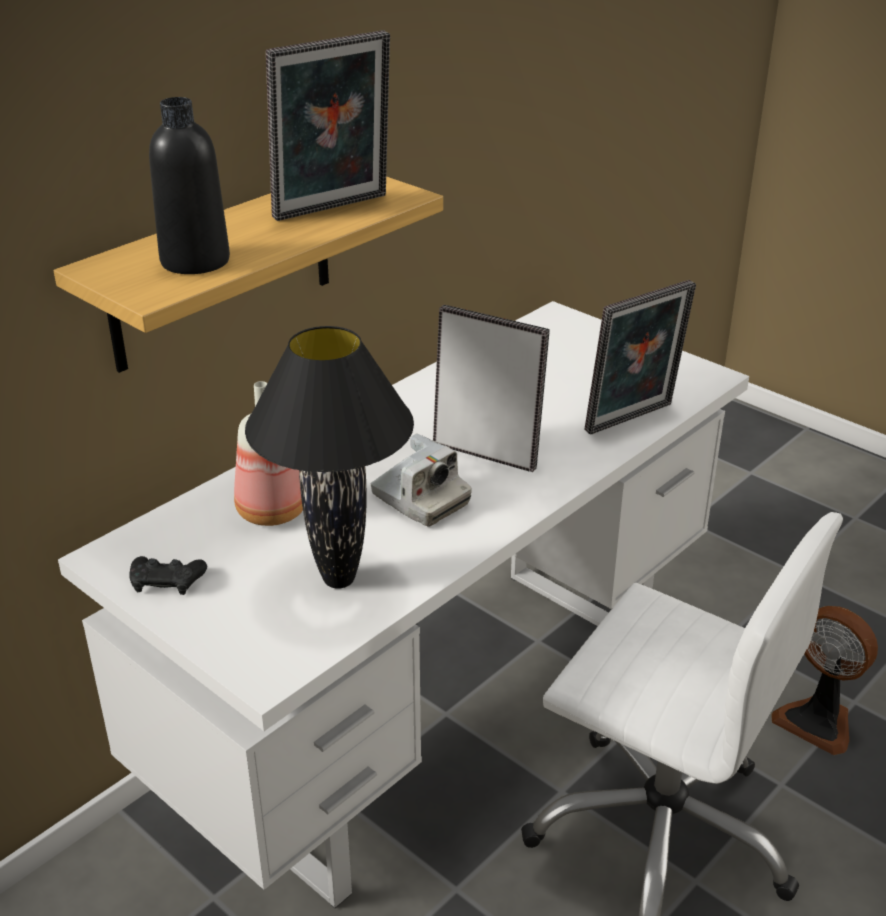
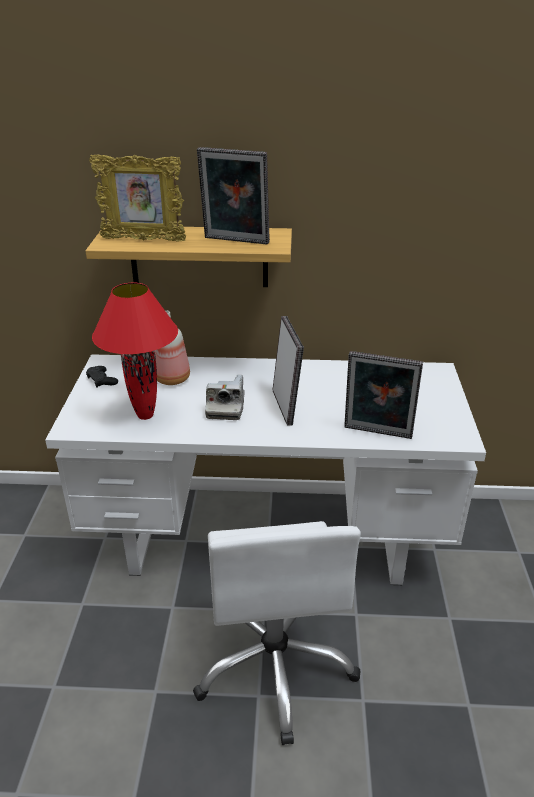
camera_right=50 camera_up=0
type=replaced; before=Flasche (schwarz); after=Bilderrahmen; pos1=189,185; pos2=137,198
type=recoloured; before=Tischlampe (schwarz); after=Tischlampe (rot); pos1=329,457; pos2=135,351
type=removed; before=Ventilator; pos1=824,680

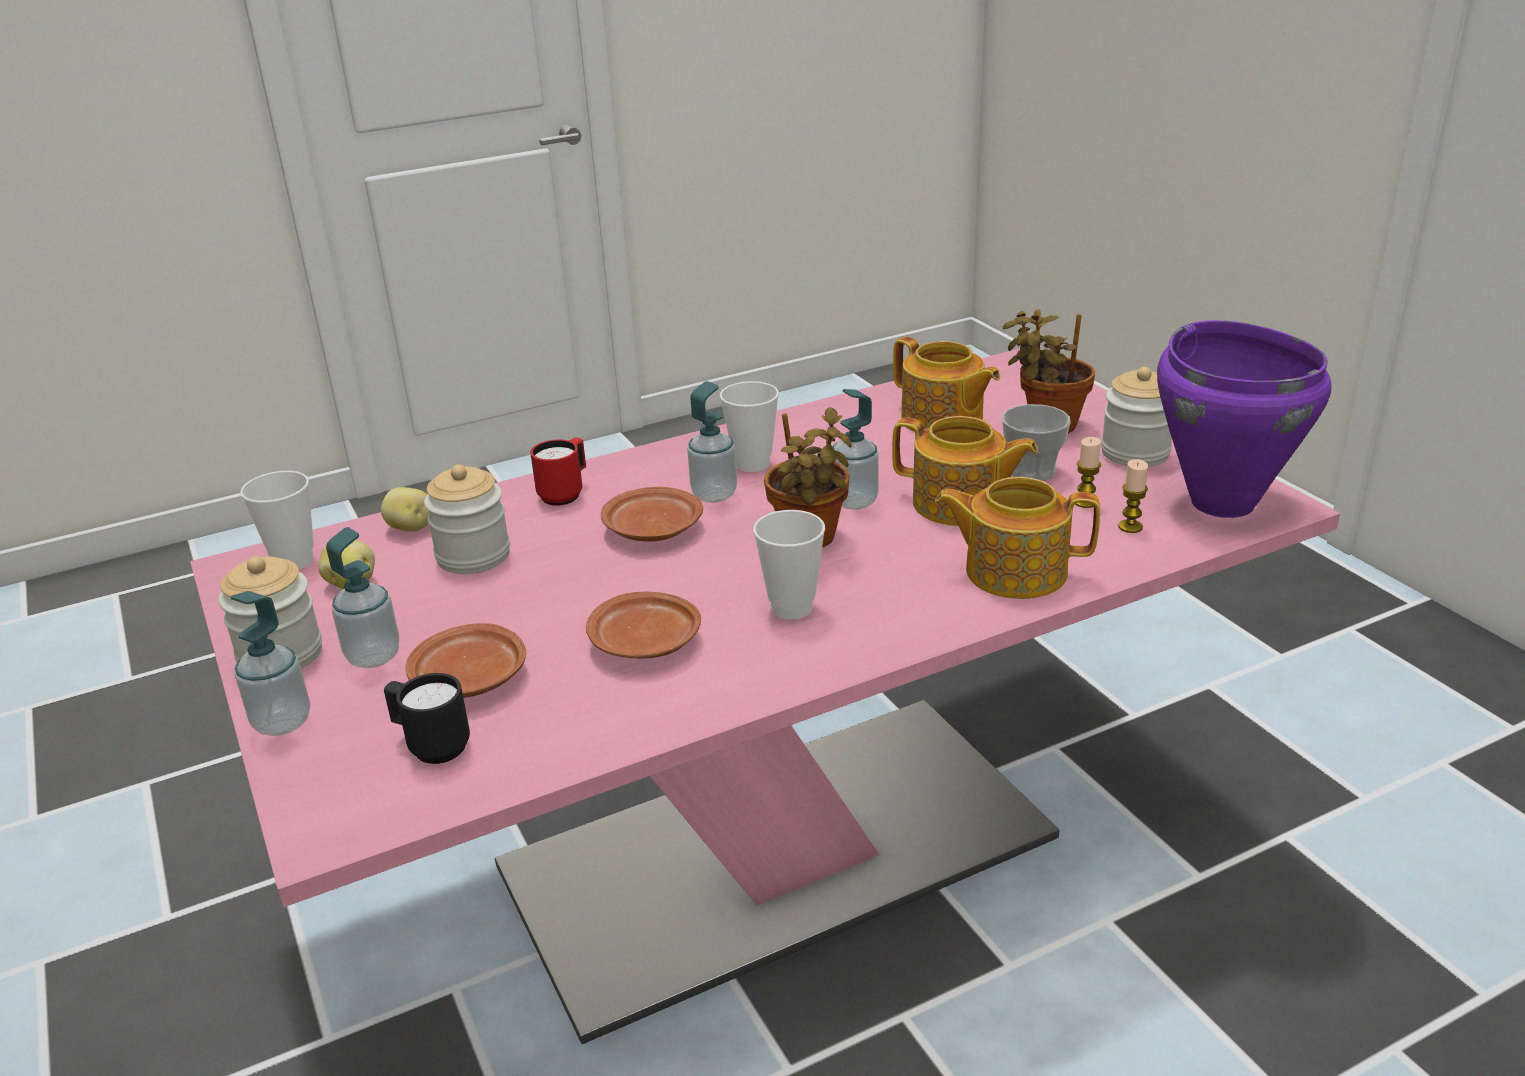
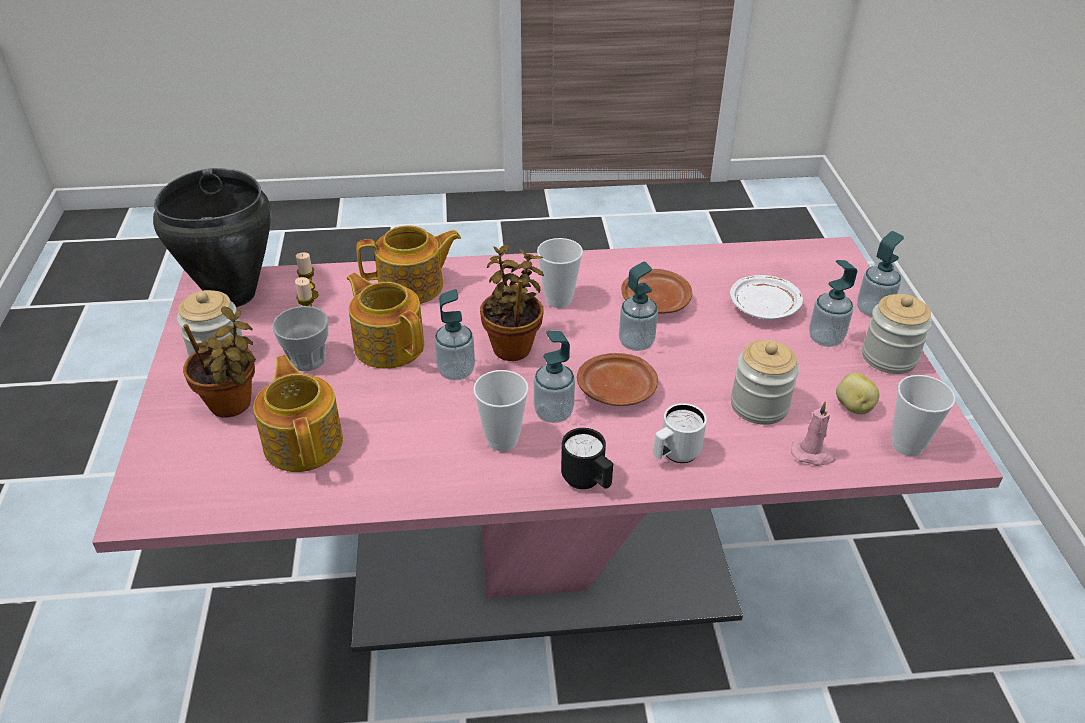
camera_right=-160 camera_up=10
type=replaced; before=Kartoffel; after=Kerze (rosa); pos1=405,509; pos2=813,433
type=moved; before=Henkelbecher (schwarz); pos1=427,718; pos2=587,458
type=recoloured; before=Teller (braun); after=Teller (weiß); pos1=465,660; pos2=766,297
type=recoloured; before=Henkelbecher (rot); after=Henkelbecher (weiß); pos1=558,471; pos2=680,433
type=turned; before=Teekanne; pos1=1017,538; pos2=408,264; turn=-45
type=recoloured; before=Kochtopf (lila); after=Kochtopf (schwarz); pos1=1244,419; pos2=212,237
type=added; after=Seifenspender; pos2=638,306

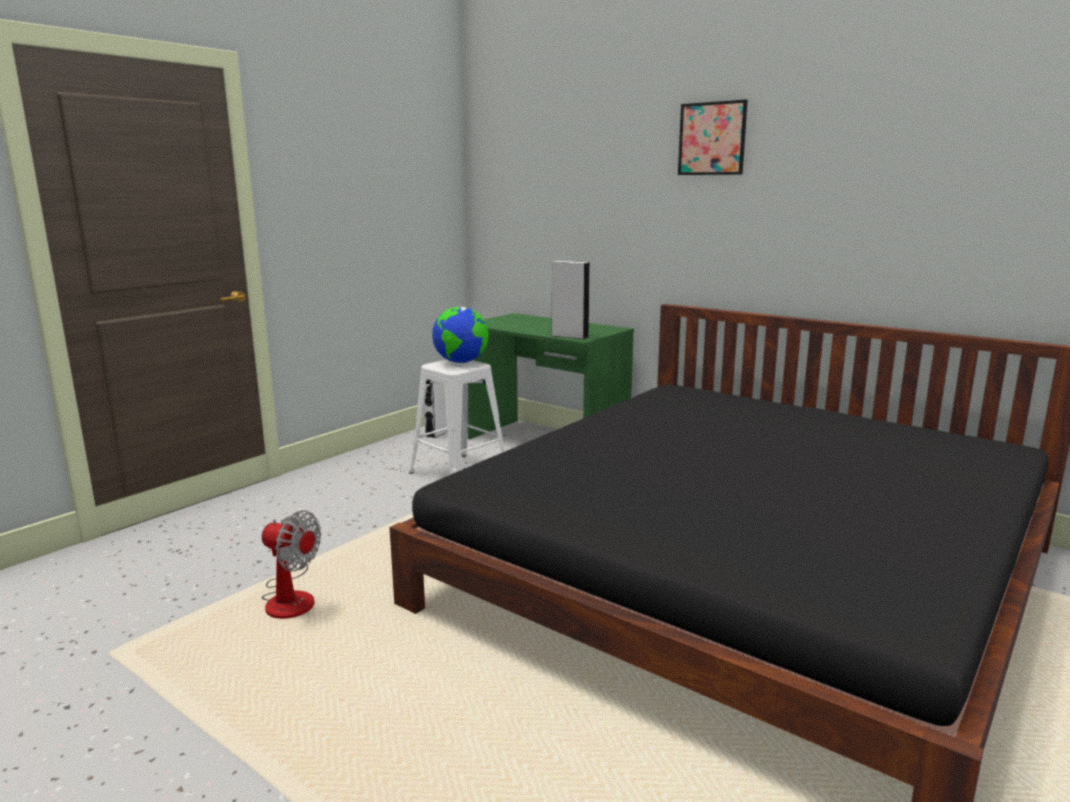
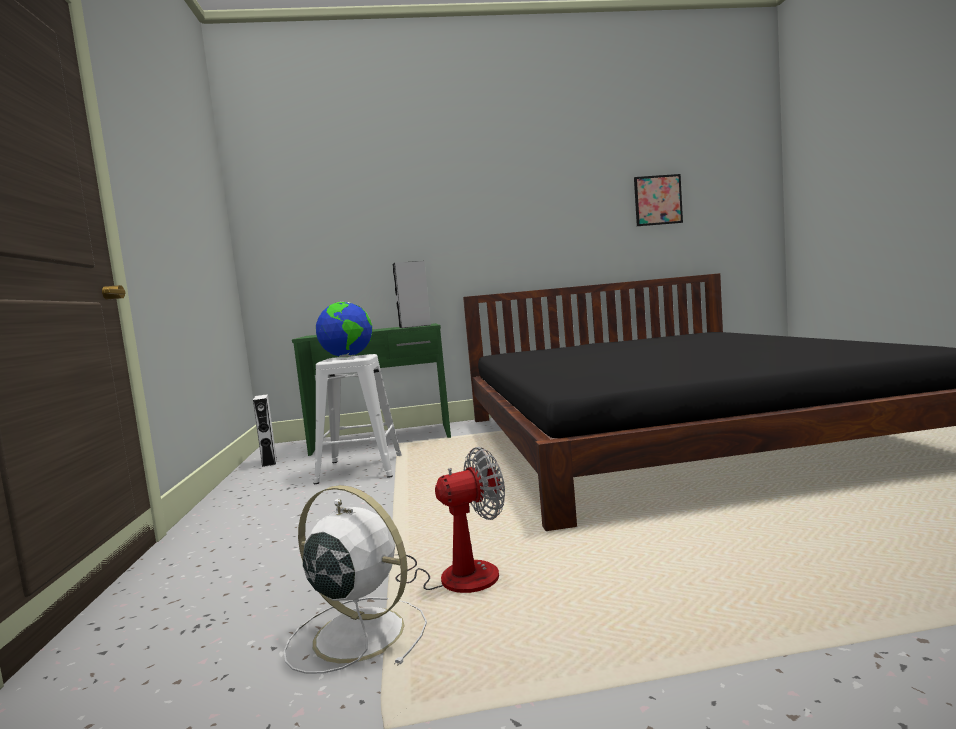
camera_right=-45 camera_up=-10
type=moved; before=Bild; pos1=713,137; pos2=658,200
type=added; after=Ventilator (weiß); pos2=355,579

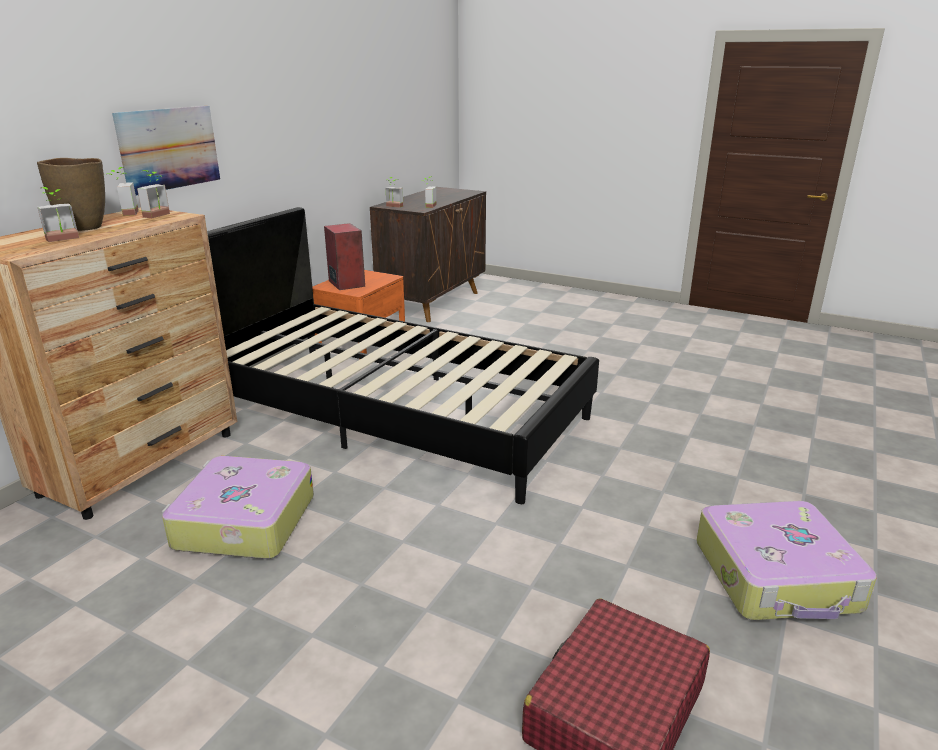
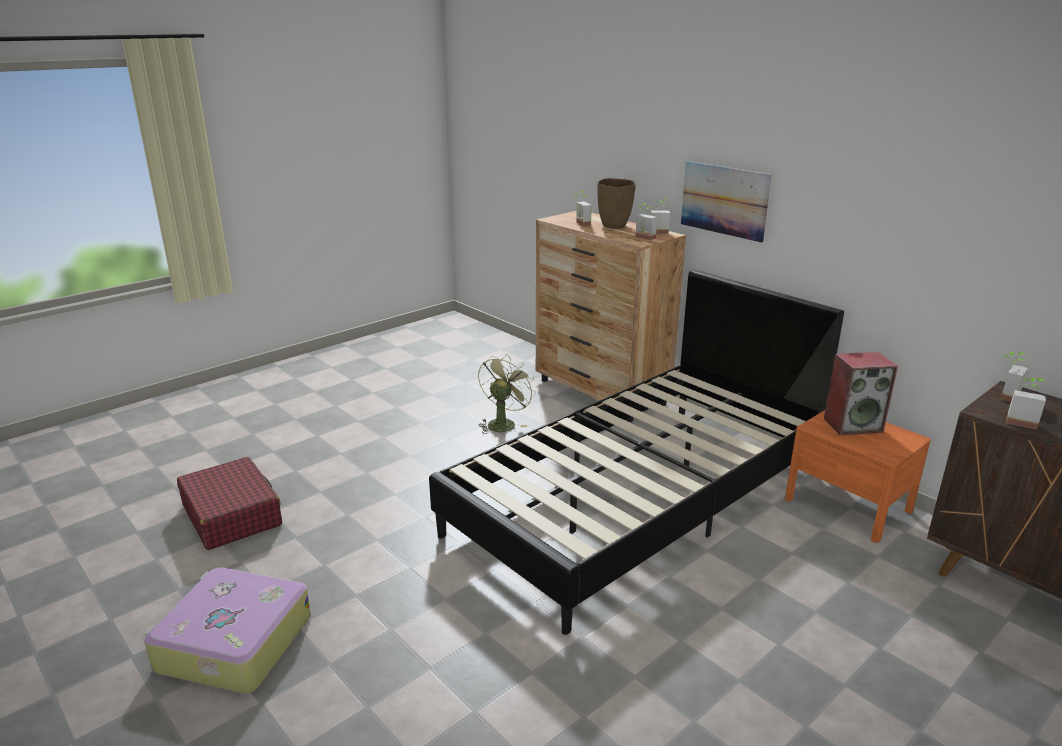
camera_right=110 camera_up=0
type=replaced; before=Koffer; after=Ventilator (grün); pos1=238,507; pos2=507,394

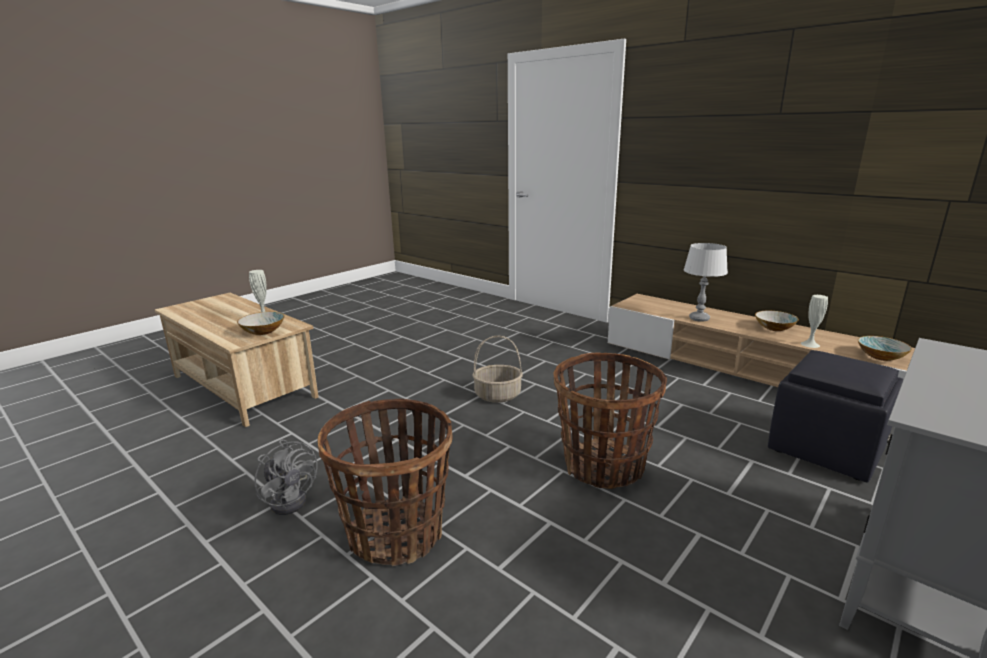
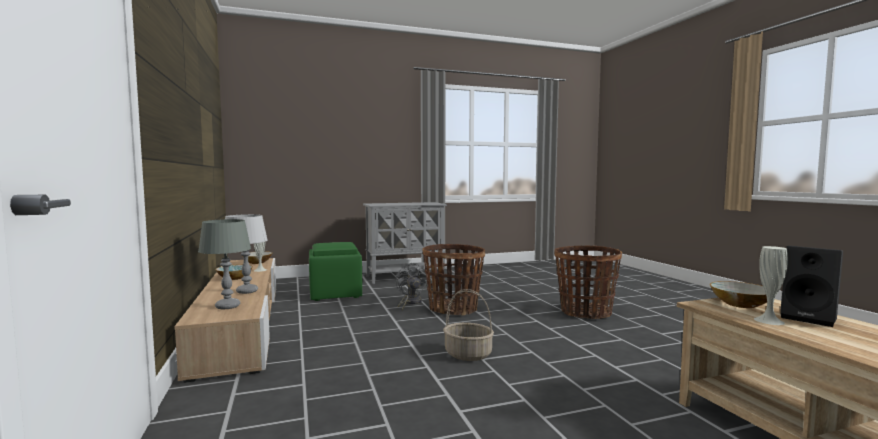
camera_right=-150 camera_up=-15
type=moved; before=Ventilator (grau); pos1=286,477; pos2=411,287
type=recoloured; before=Polsterhocker (schwarz); after=Polsterhocker (grün); pos1=835,416; pos2=335,271
type=added; after=Tischlampe (grau); pos2=224,264
type=added; after=Lautsprecher (schwarz); pos2=811,286

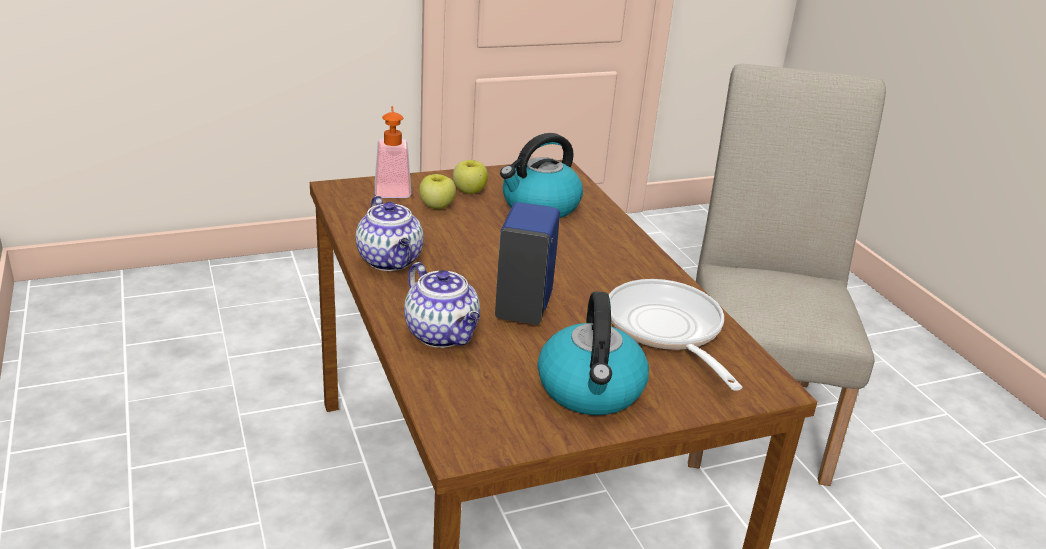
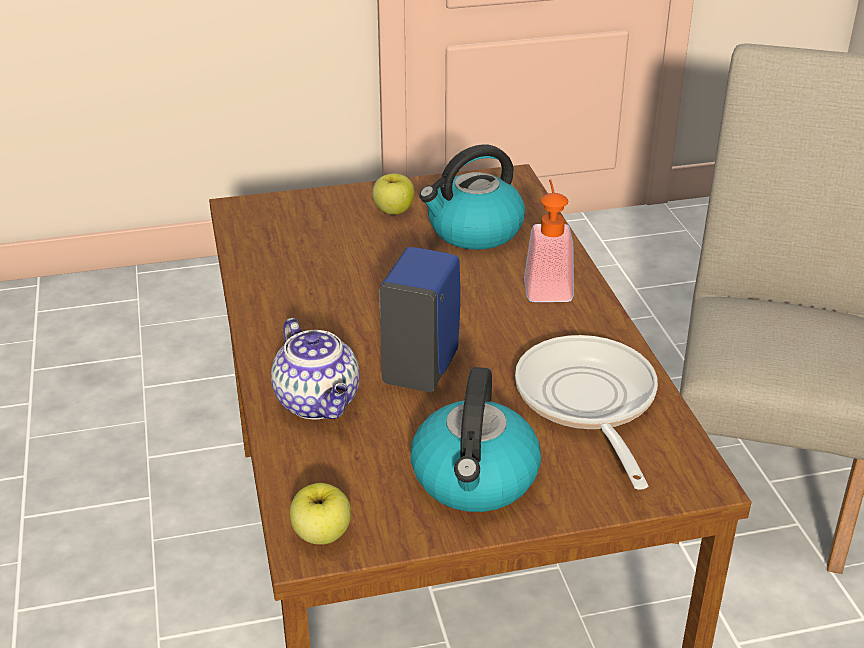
camera_right=10 camera_up=5
type=removed; before=Teekanne; pos1=390,233
type=moved; before=Seifenspender; pos1=393,152; pos2=549,240
type=moved; before=Apfel; pos1=437,191; pos2=320,514

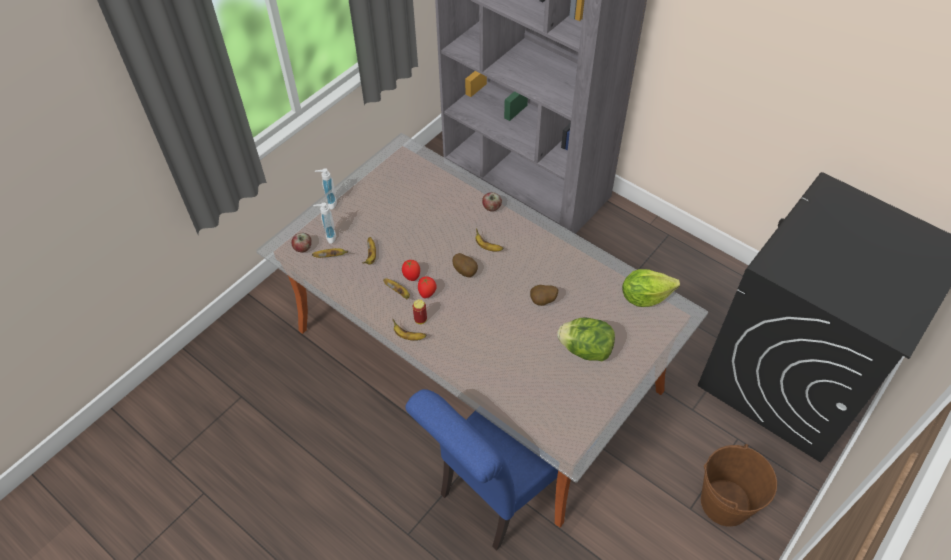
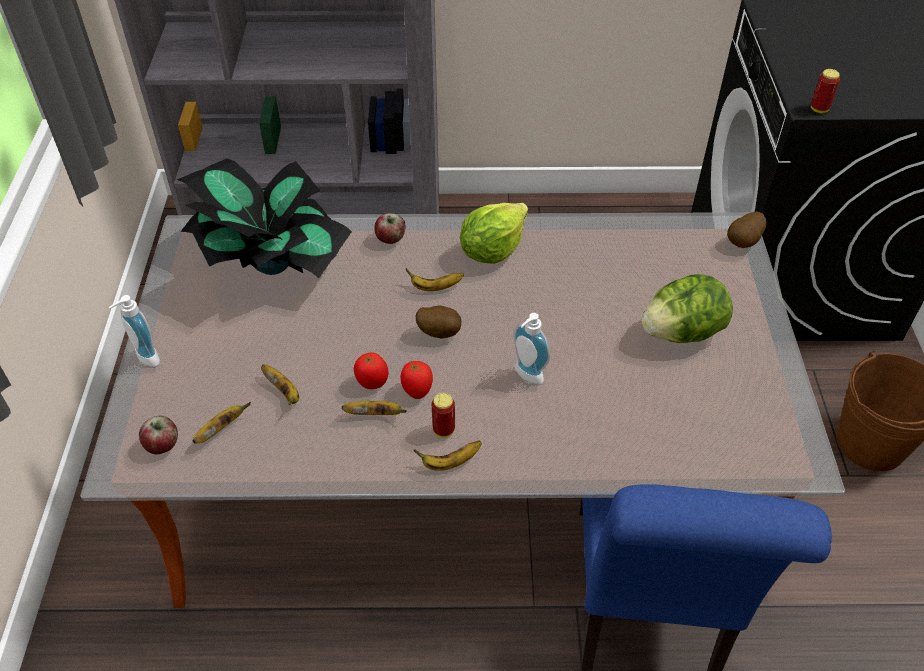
camera_right=-40 camera_up=-5
type=moved; before=Seifenspender; pos1=324,223; pos2=531,348
type=moved; before=Kartoffel; pos1=544,295; pos2=747,230
type=moved; before=Salatkopf; pos1=651,288; pos2=494,233
type=added; after=Topfpflanze; pos2=264,218
type=added; after=Dose; pos2=825,91

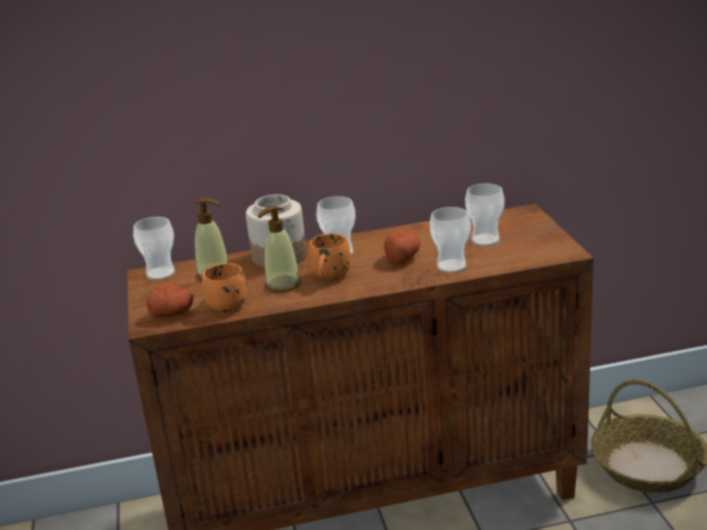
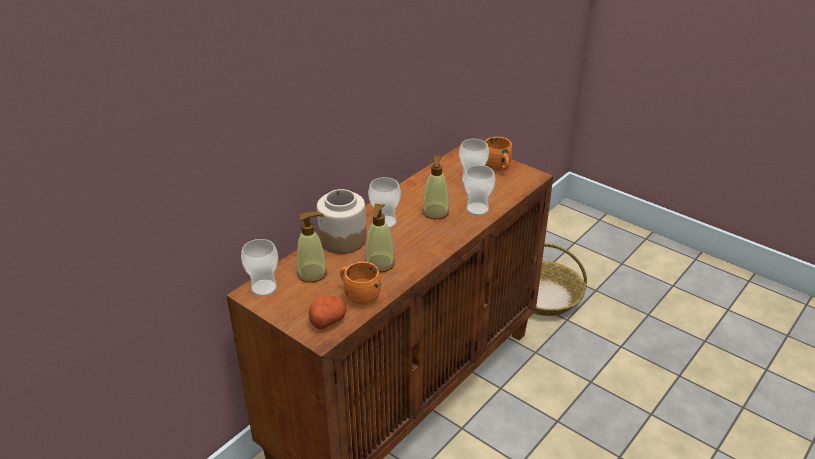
camera_right=-40 camera_up=10
type=moved; before=Henkelbecher (orange); pos1=330,256; pos2=498,153
type=replaced; before=Kartoffel; after=Seifenspender; pos1=402,247; pos2=435,188

